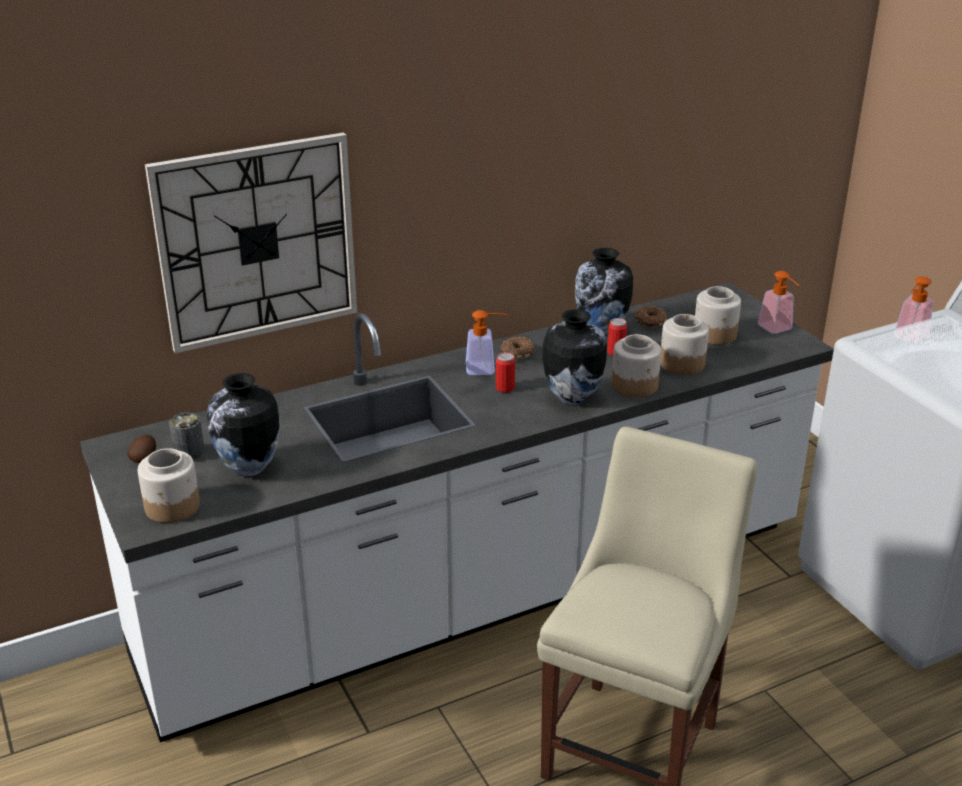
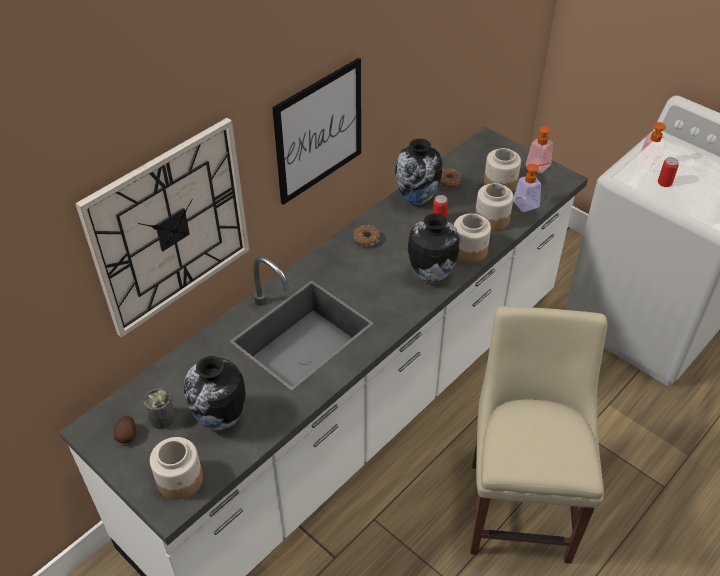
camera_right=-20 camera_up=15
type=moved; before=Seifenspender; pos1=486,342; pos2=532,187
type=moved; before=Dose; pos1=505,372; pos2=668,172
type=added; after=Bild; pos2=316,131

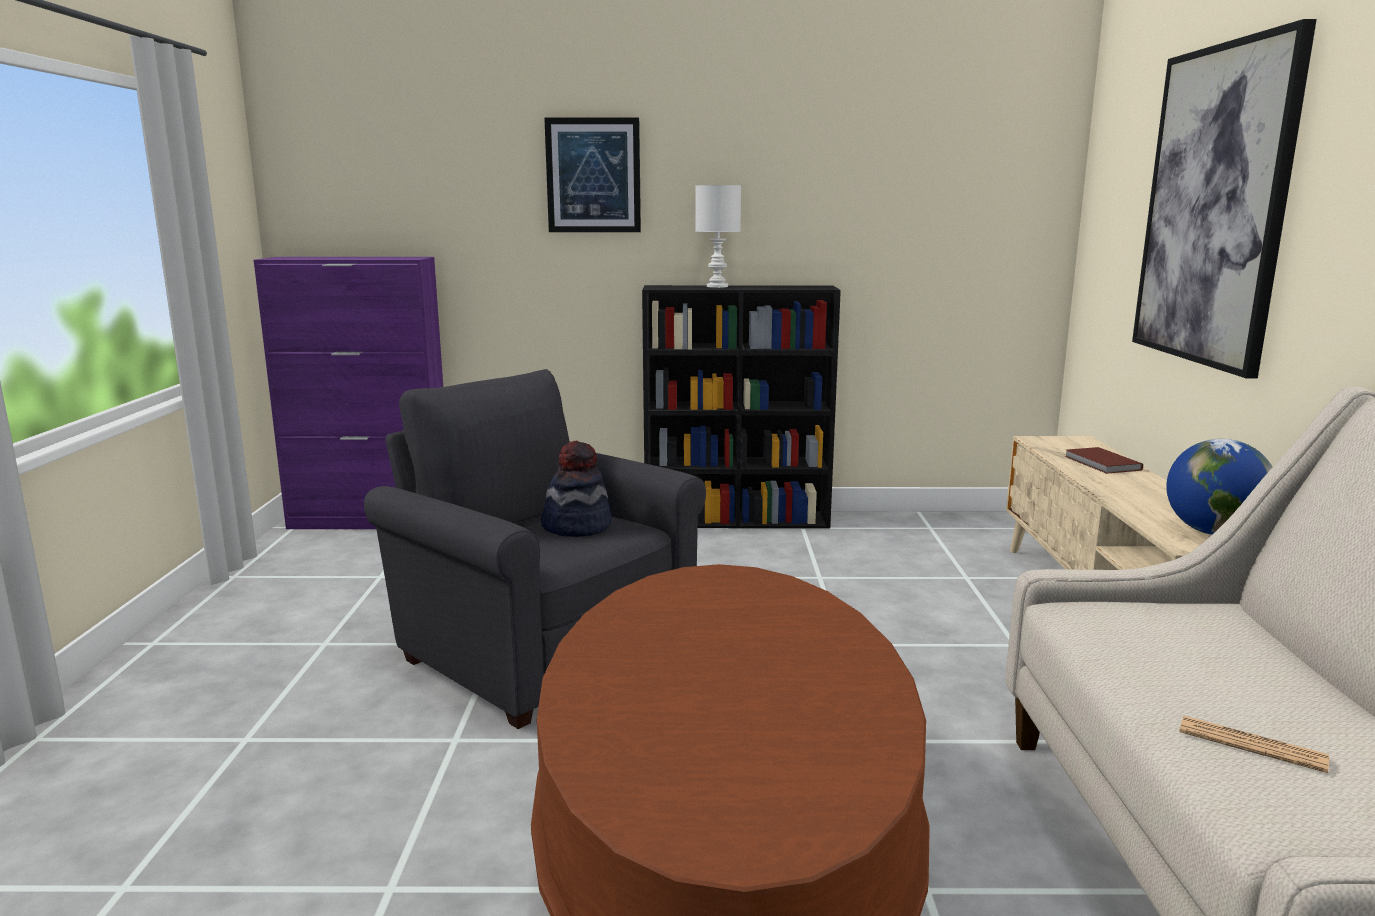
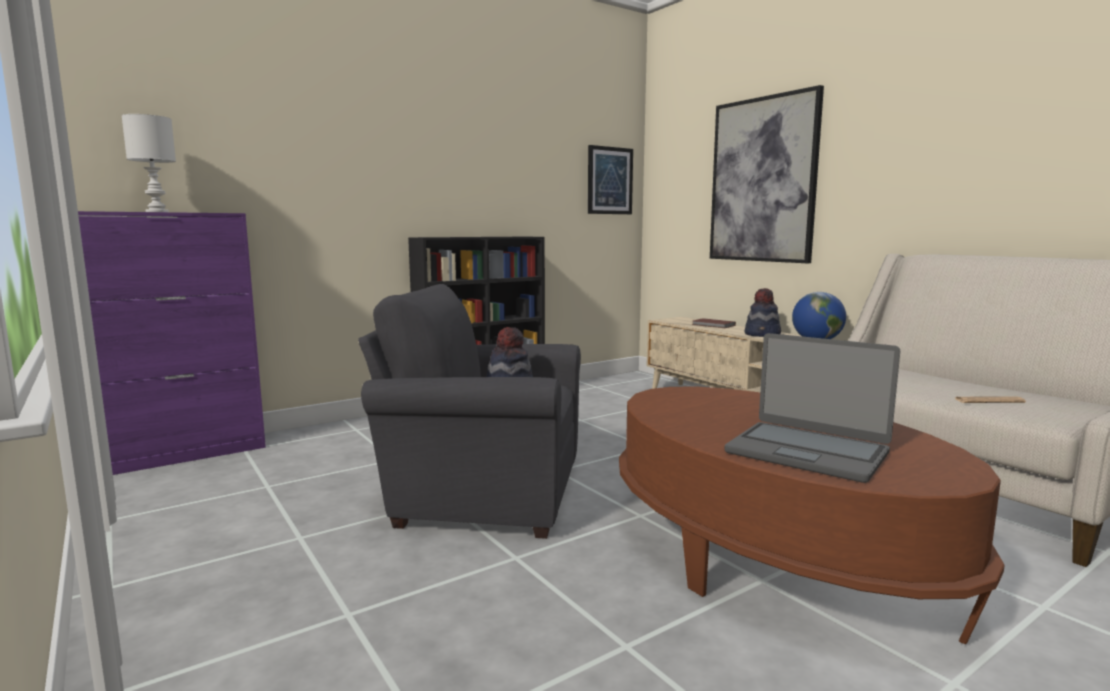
camera_right=-35 camera_up=-5
type=moved; before=Bild; pos1=592,175; pos2=610,179
type=moved; before=Tischlampe (weiß); pos1=718,236; pos2=148,163
type=added; after=Laptop; pos2=812,408
type=added; after=Hut; pos2=763,312

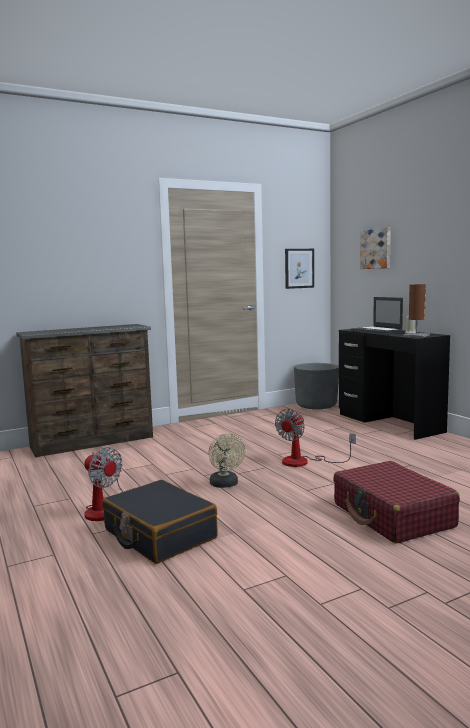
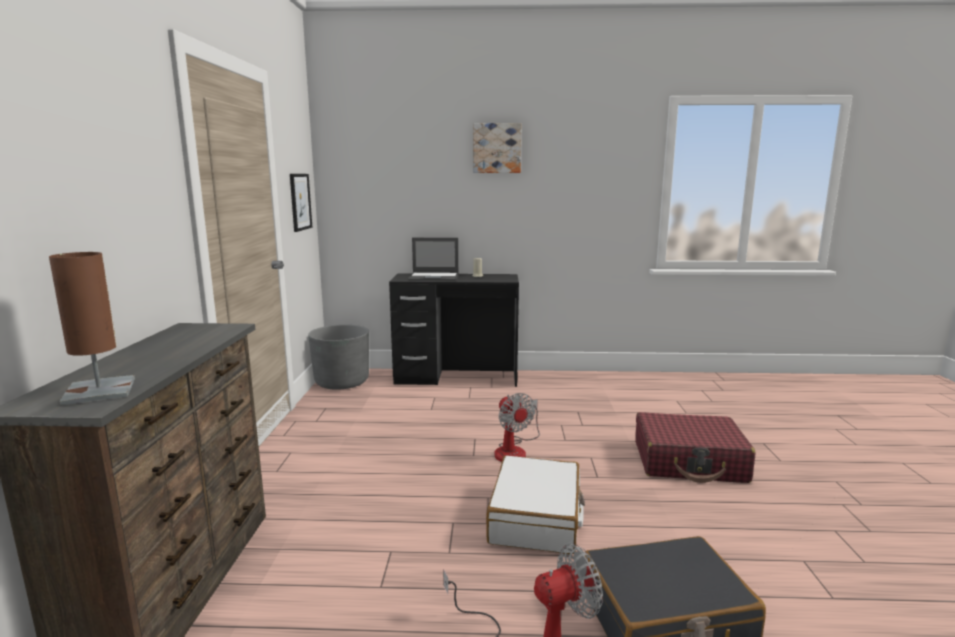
camera_right=-60 camera_up=5
type=replaced; before=Ventilator (beige); after=Koffer (weiß); pos1=227,460; pos2=535,504
type=moved; before=Bild; pos1=375,248; pos2=497,148
type=moved; before=Tischlampe (braun); pos1=416,310; pos2=92,329

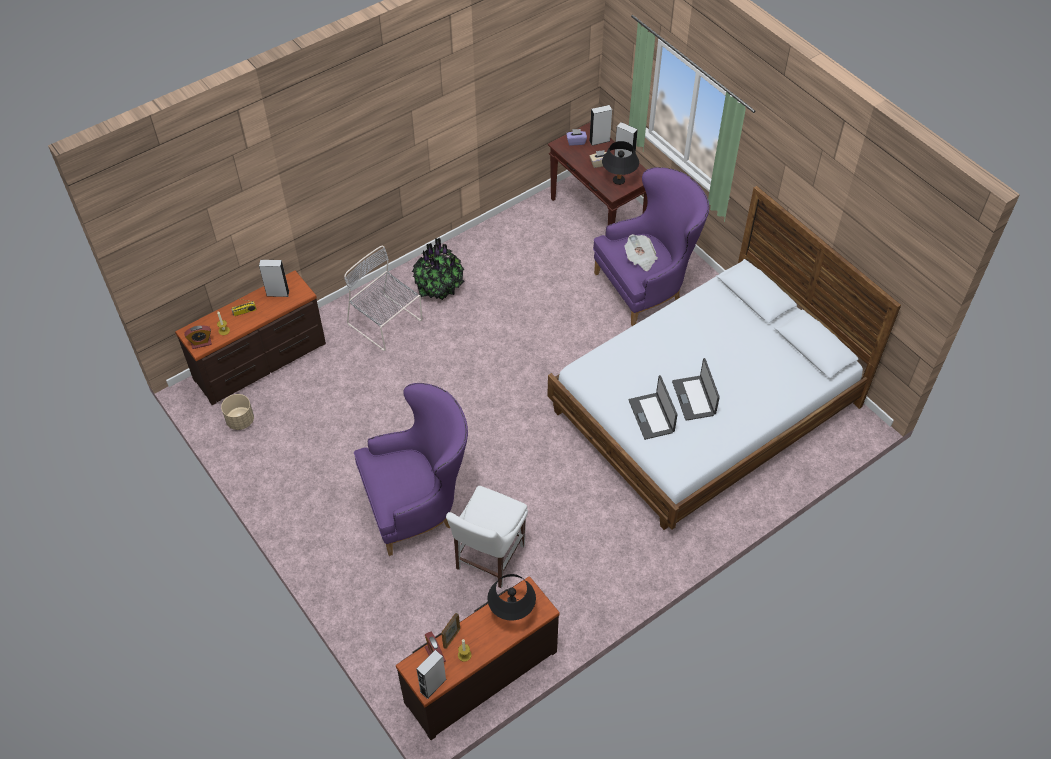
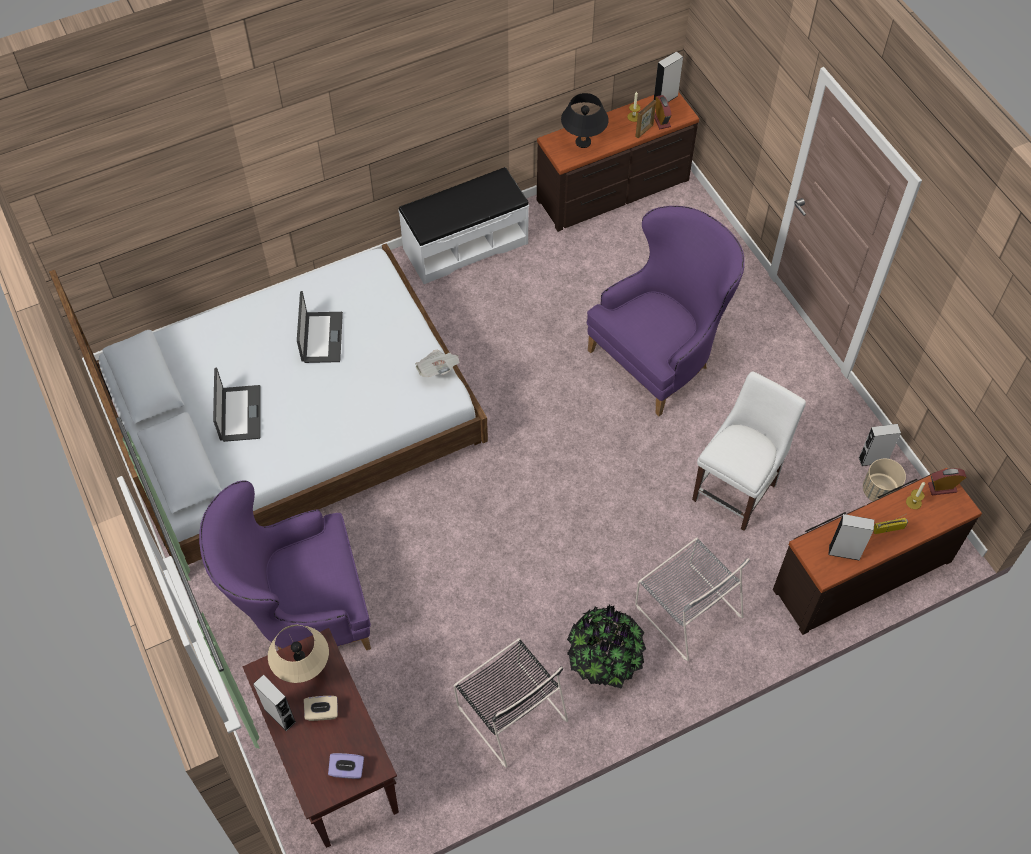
camera_right=-170 camera_up=5
type=turned; before=Sessel (lila); pos1=411,469; pos2=666,311; turn=150
type=moved; before=Stuhl (weiß); pos1=487,537; pos2=749,451
type=moved; before=Lautsprecher (grau); pos1=600,125; pos2=880,445
type=recoloured; before=Tischlampe (schwarz); after=Tischlampe (beige); pos1=620,163; pos2=298,654
type=moved; before=Zeitung; pos1=641,252; pos2=437,363
type=moved; before=Laptop; pos1=653,407; pos2=237,405
type=added; after=Bank (weiß); pos2=463,225
type=added; after=Stuhl (schwarz); pos2=510,703

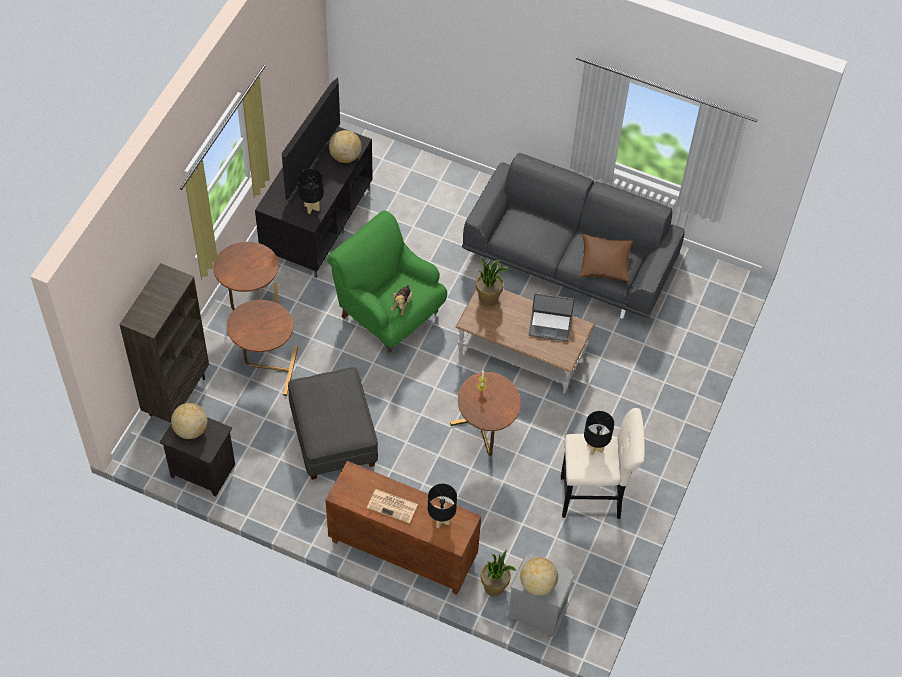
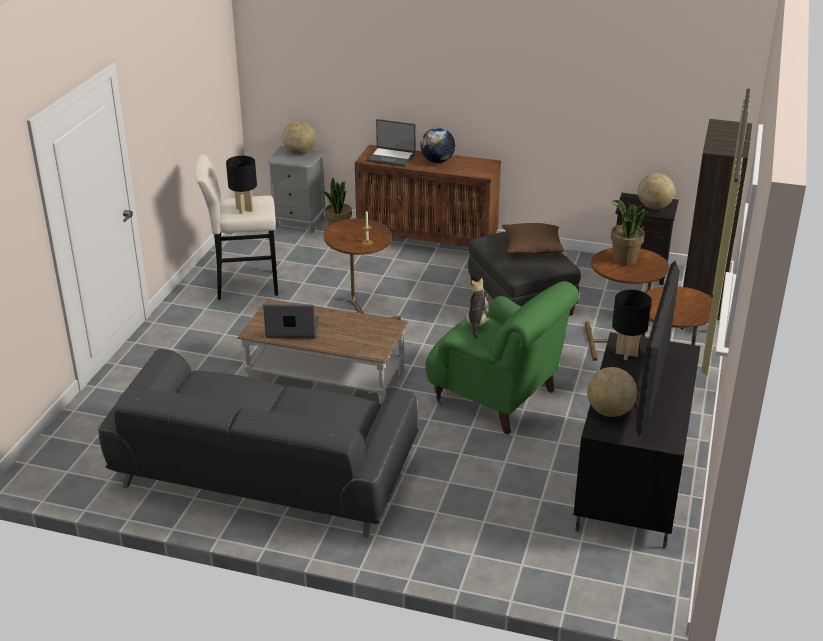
camera_right=175 camera_up=-25
type=replaced; before=Zeitung; after=Globus; pos1=392,506; pos2=437,145
type=replaced; before=Tischlampe (schwarz); after=Laptop; pos1=442,506; pos2=391,143
type=moved; before=Topfpflanze; pos1=492,282; pos2=629,233
type=moved; before=Kissen (braun); pos1=605,258; pos2=534,238

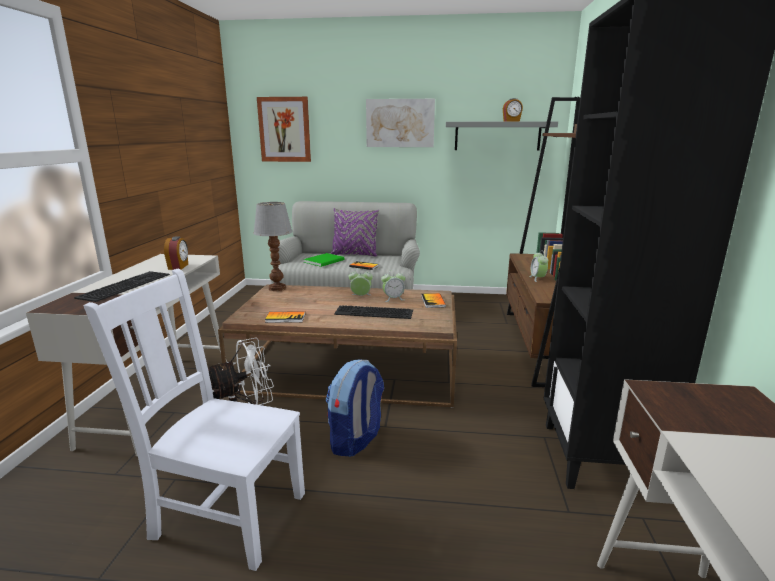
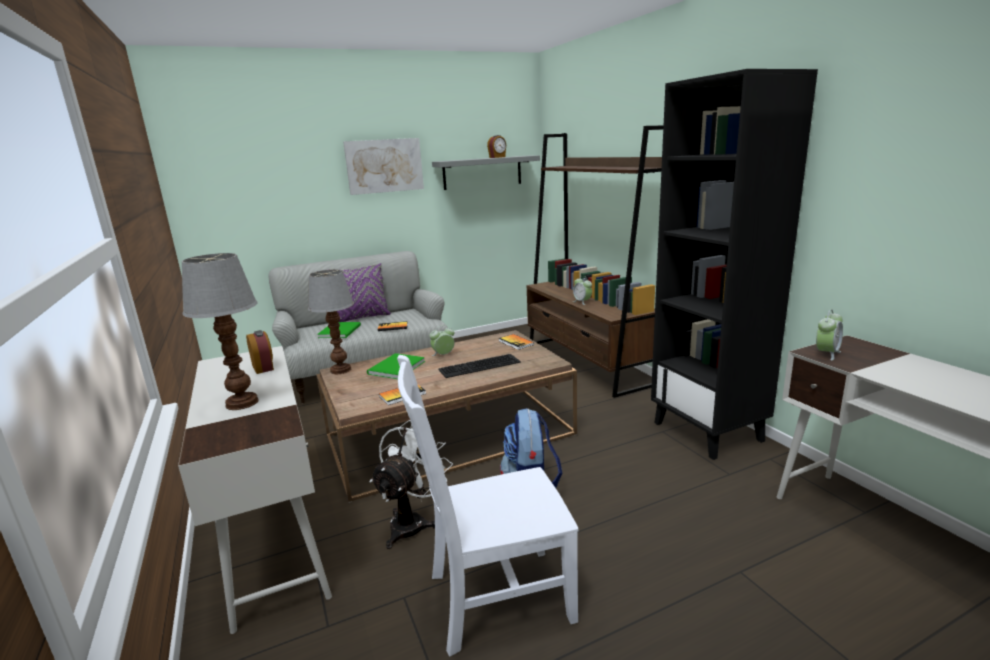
camera_right=-30 camera_up=0
type=replaced; before=Tastatur; after=Tischlampe; pos1=122,286; pos2=220,331
type=removed; before=Bild; pos1=284,129
type=moved; before=Wecker; pos1=393,286; pos2=829,335
type=added; after=Buch (grün); pos2=396,366

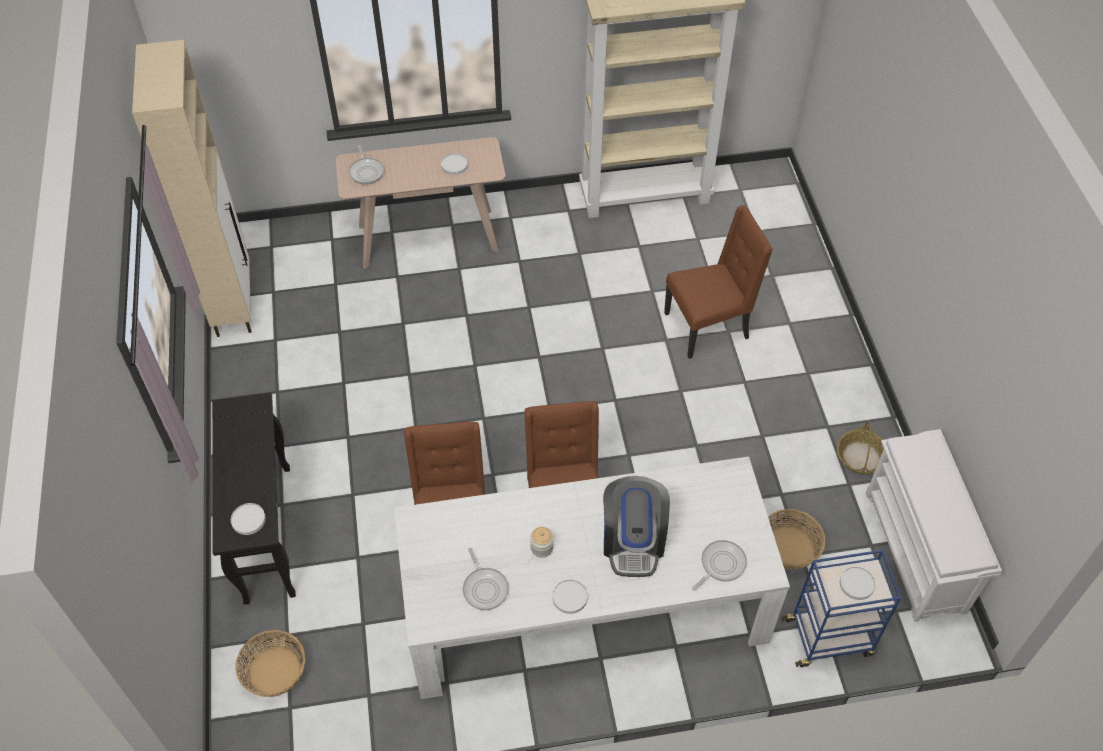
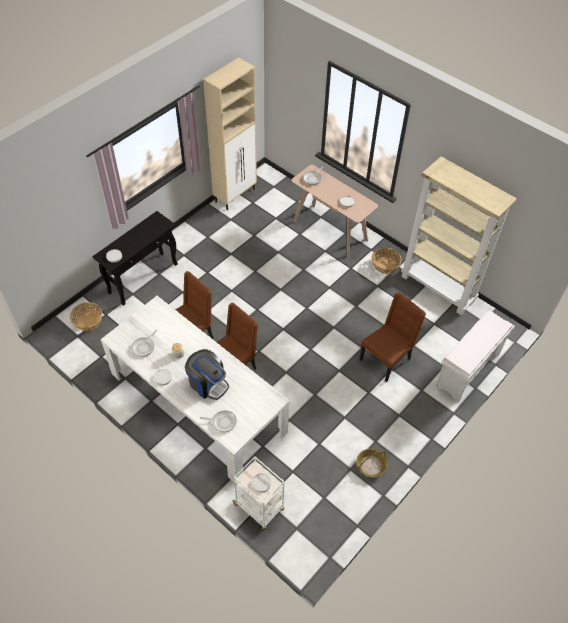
camera_right=50 camera_up=0
type=turned; before=Kaffeemaschine; pos1=636,526; pos2=207,374; turn=-105
type=turned; before=Stuhl (braun); pos1=718,282; pos2=393,337; turn=-75
type=moved; before=Korb; pos1=797,539; pos2=386,261
type=recoloured; before=Rollwagen (blau); after=Rollwagen (weiß); pos1=841,608; pos2=258,493
type=moved; before=Bank (weiß); pos1=933,525; pos2=475,356

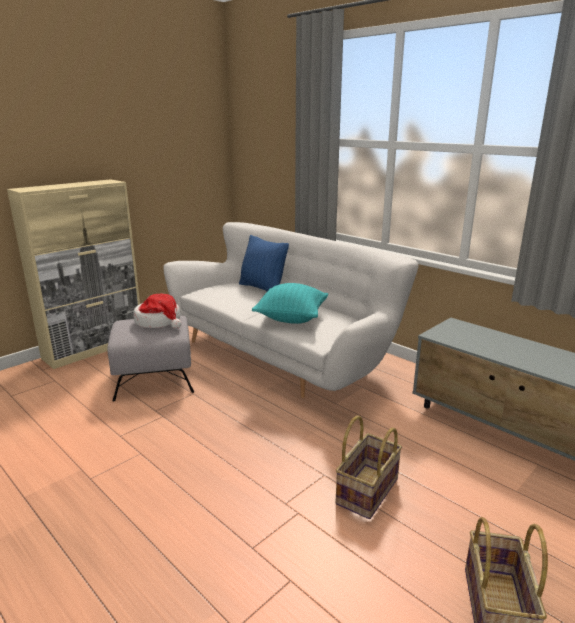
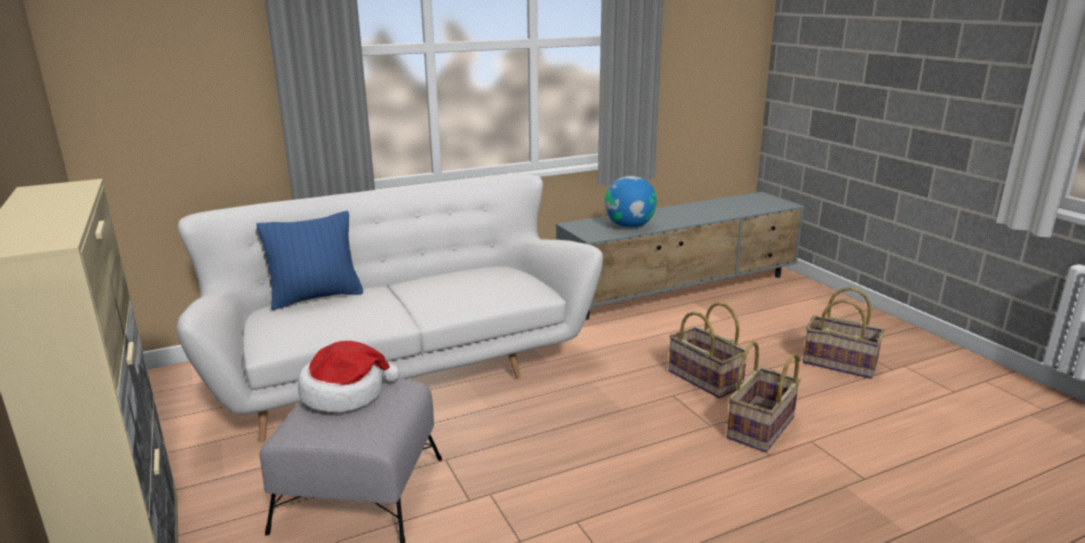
camera_right=-70 camera_up=0
type=removed; before=Kissen (türkis); pos1=290,303
type=added; after=Globus; pos2=631,202
type=added; after=Korb; pos2=763,397

